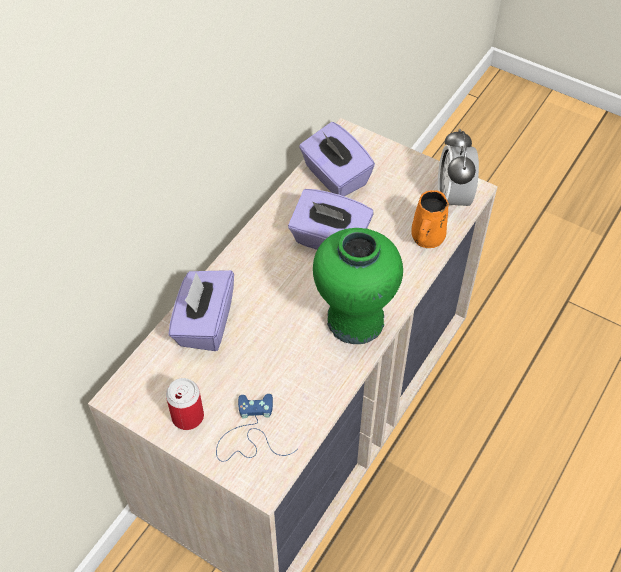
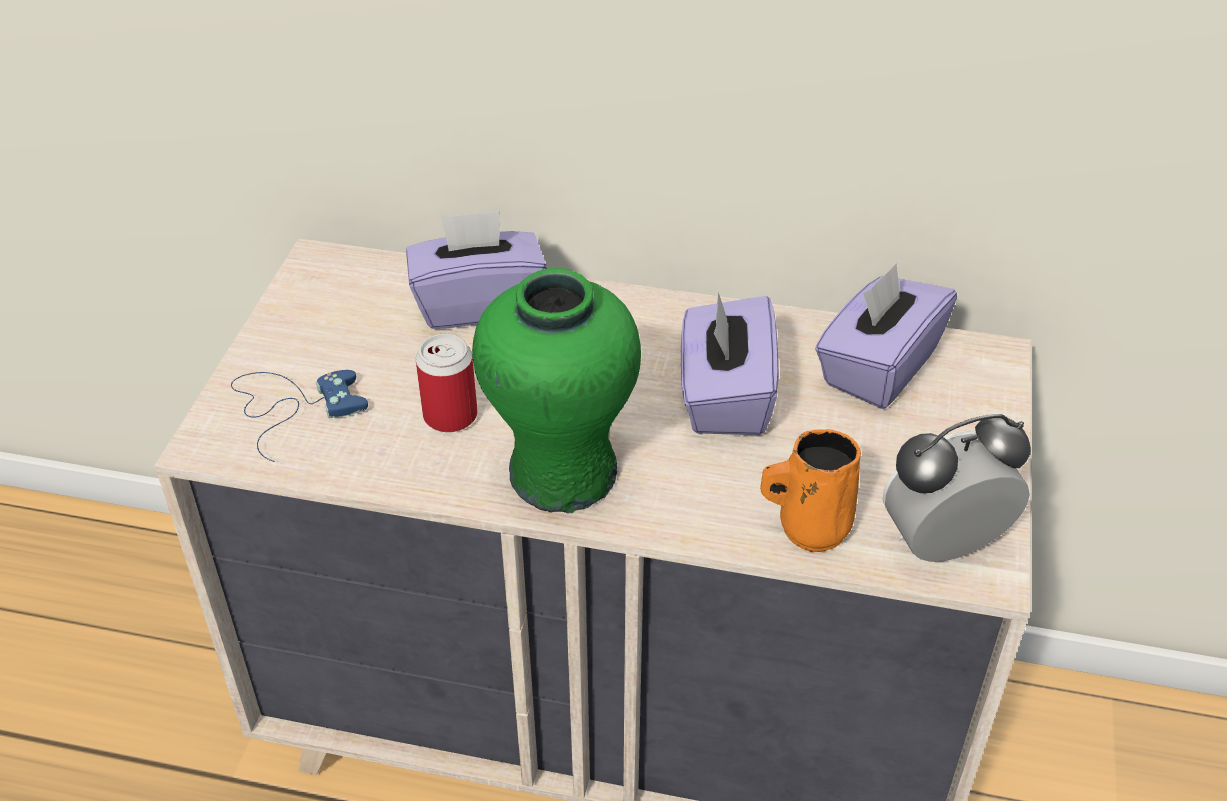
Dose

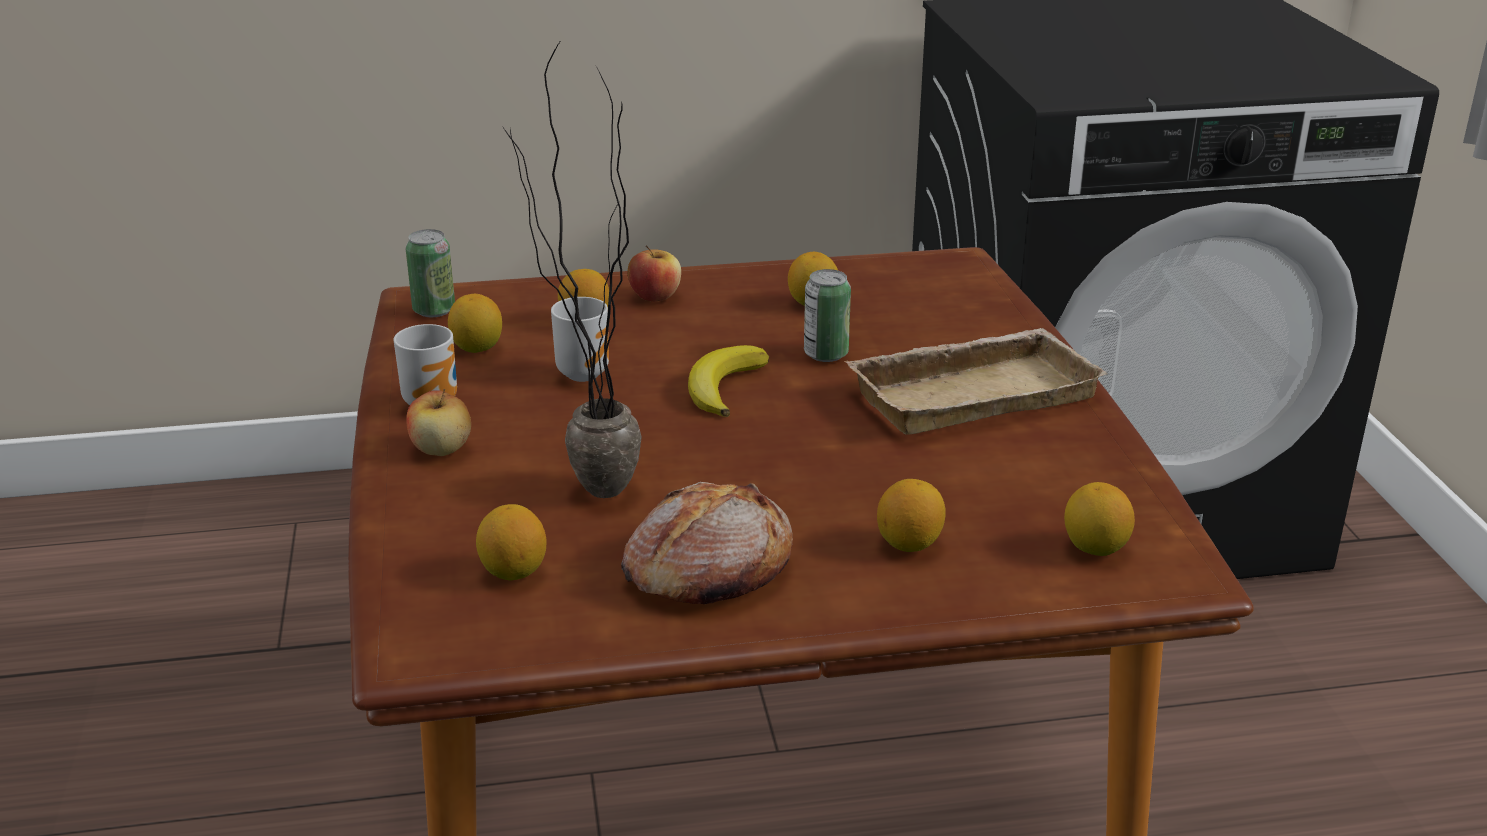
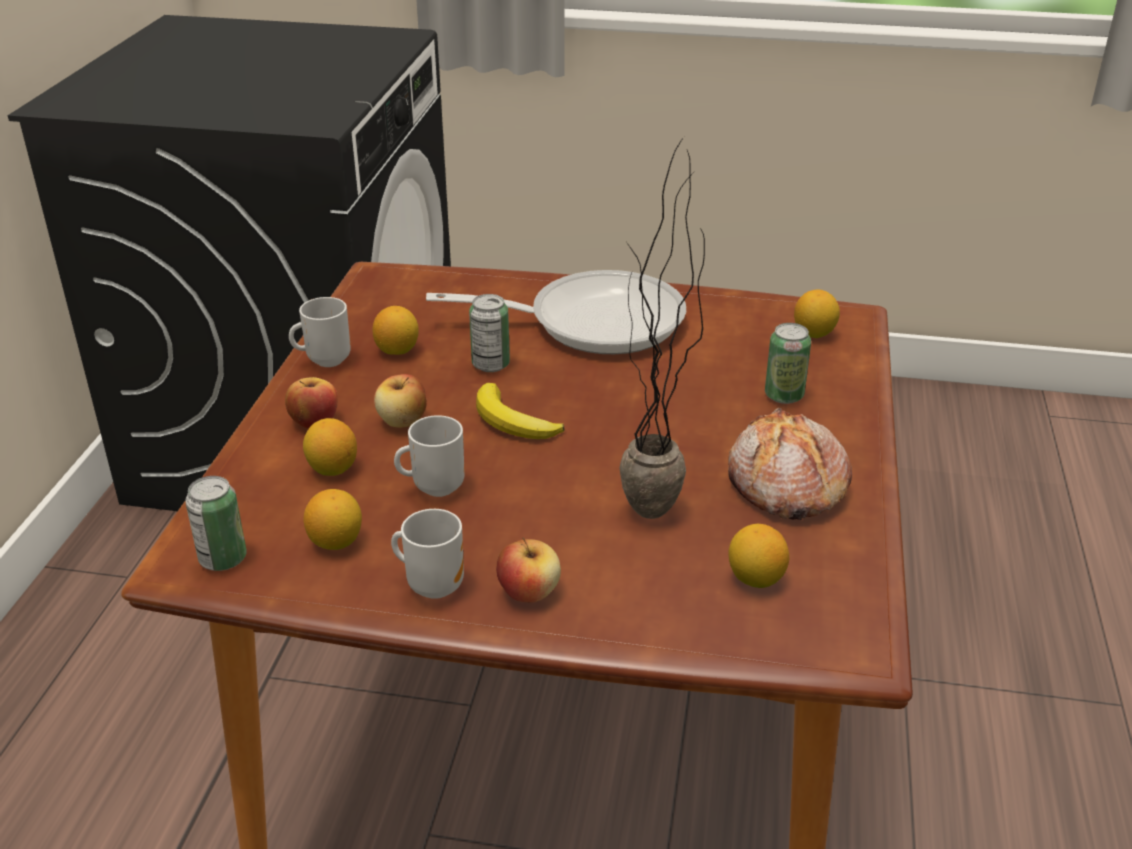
Pfanne
Dose (3rd from left)
Henkelbecher (1st from left)
Apfel (2nd from left)

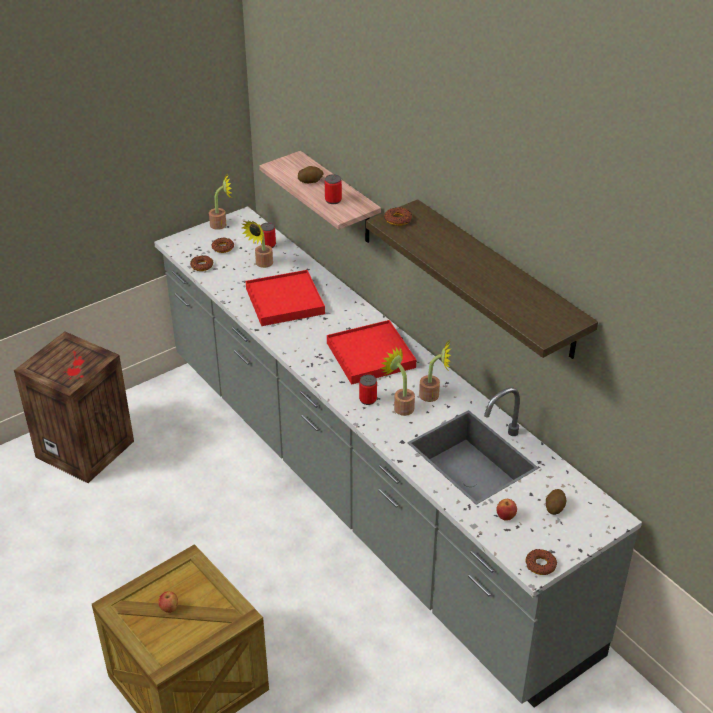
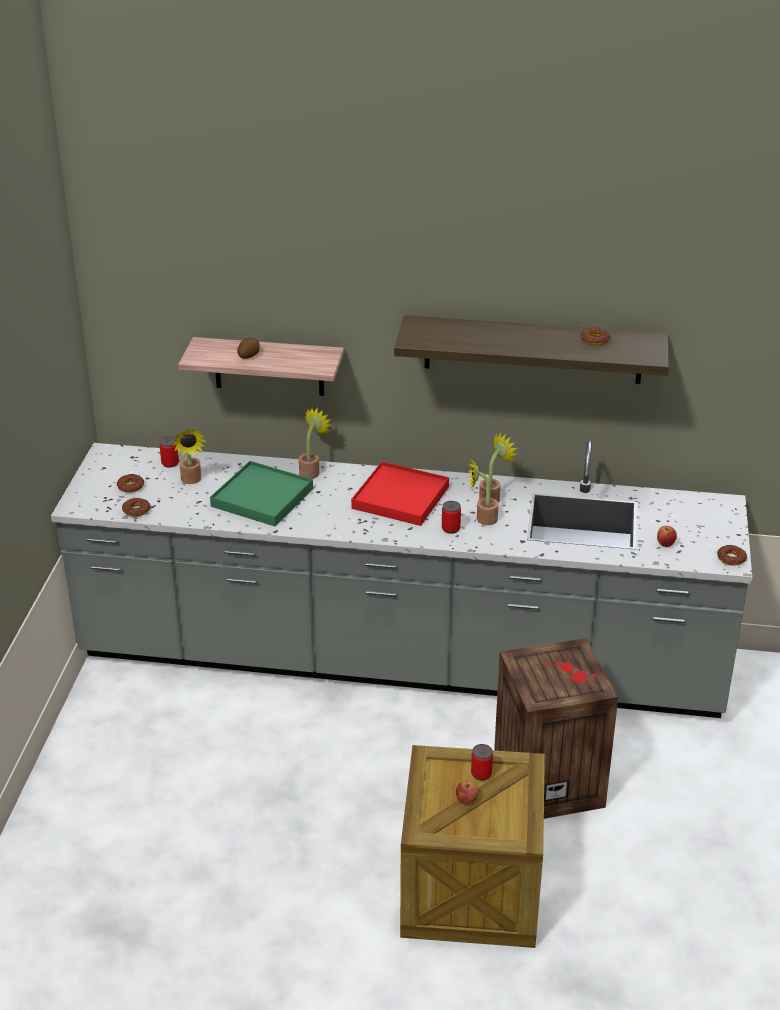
Kiste (2nd from left)
Topfpflanze (2nd from left)
Tablett [grün]
Dose (3rd from left)
Donut (3rd from left)
Kartoffel (2nd from left in the first image)

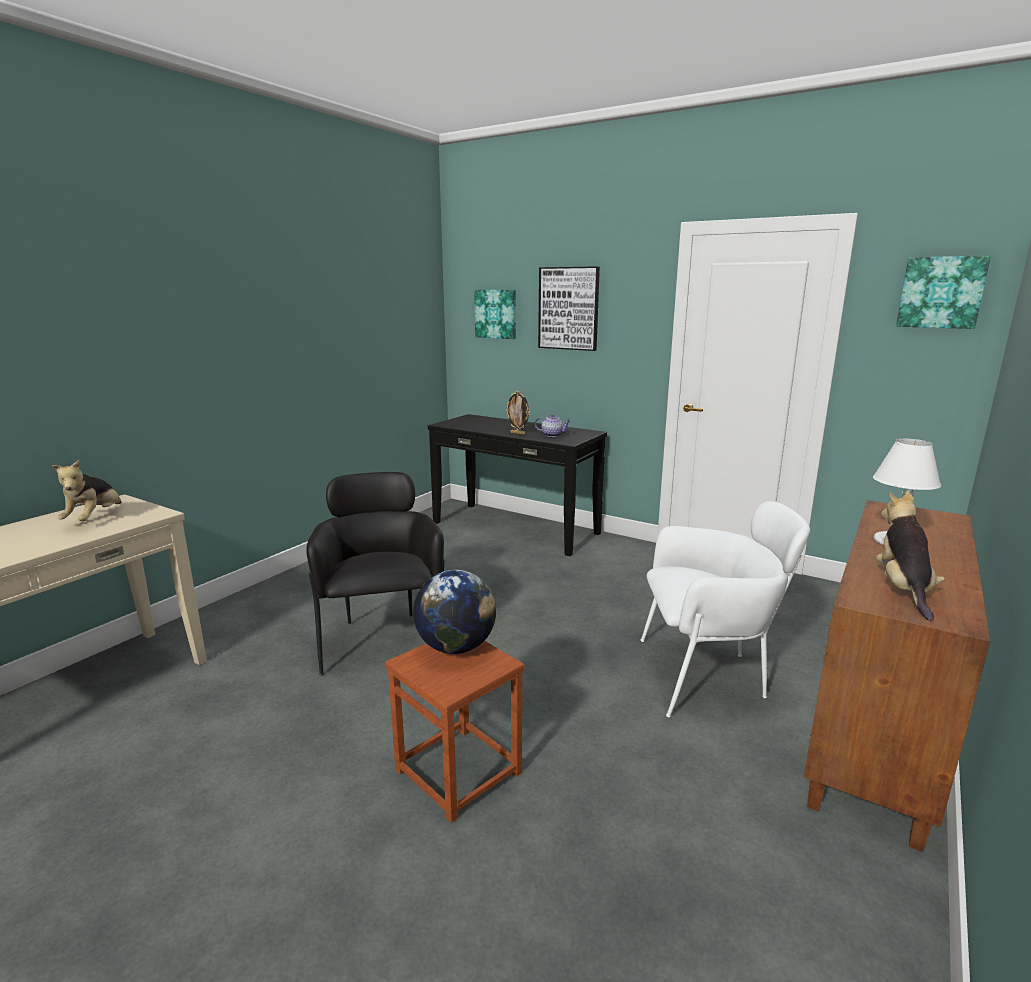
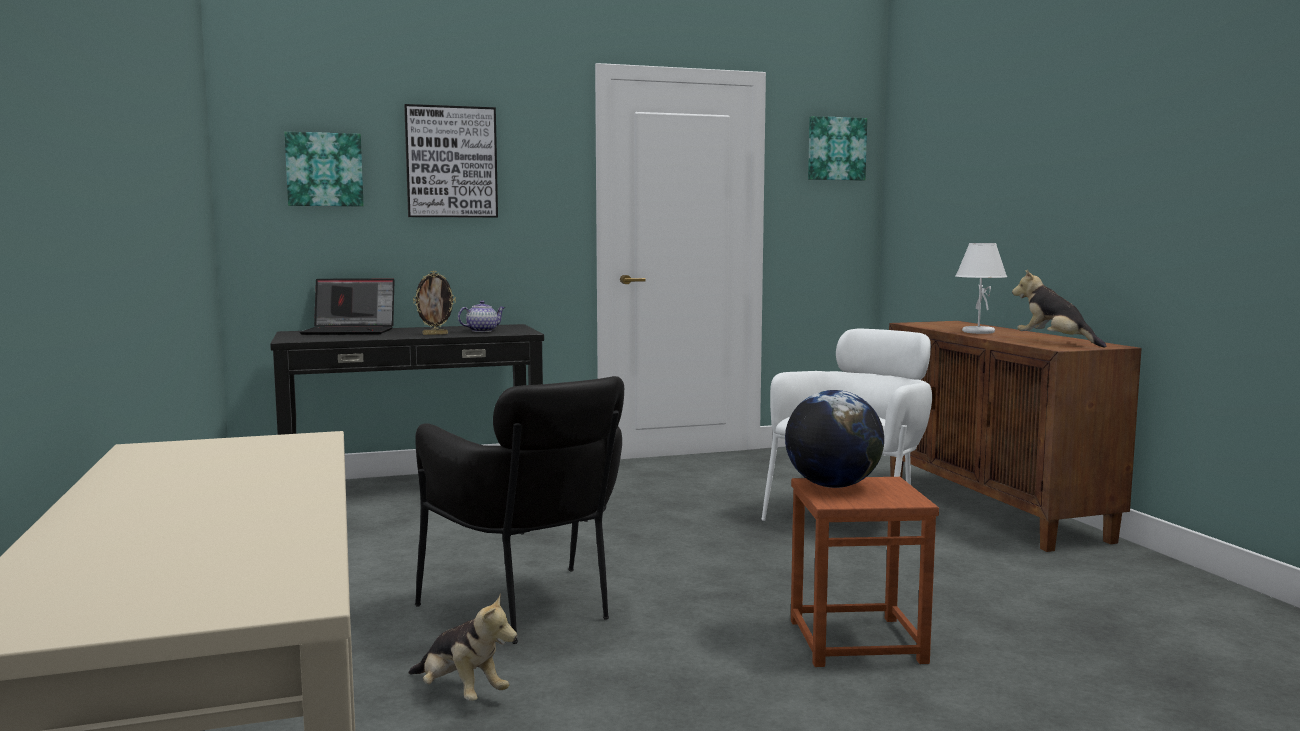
Plüschtier (1st from left)
Sessel [schwarz]
Laptop

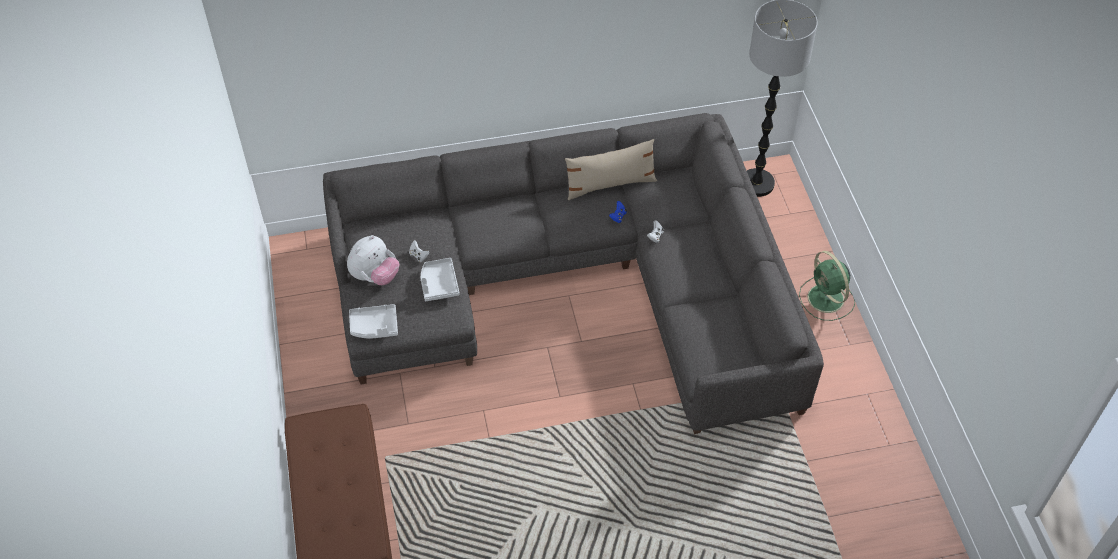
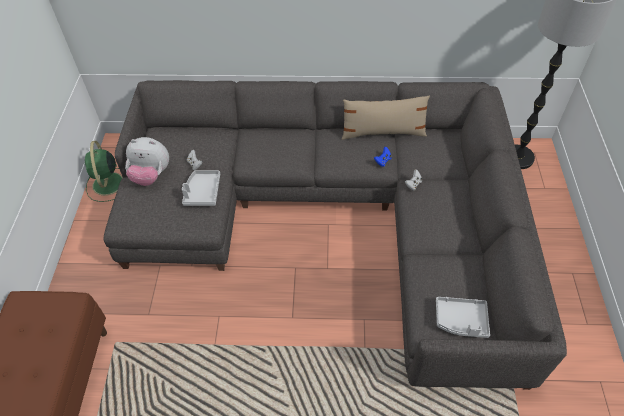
Plüschtier
Tablett [grau] (2nd from left)
Ventilator [grün]

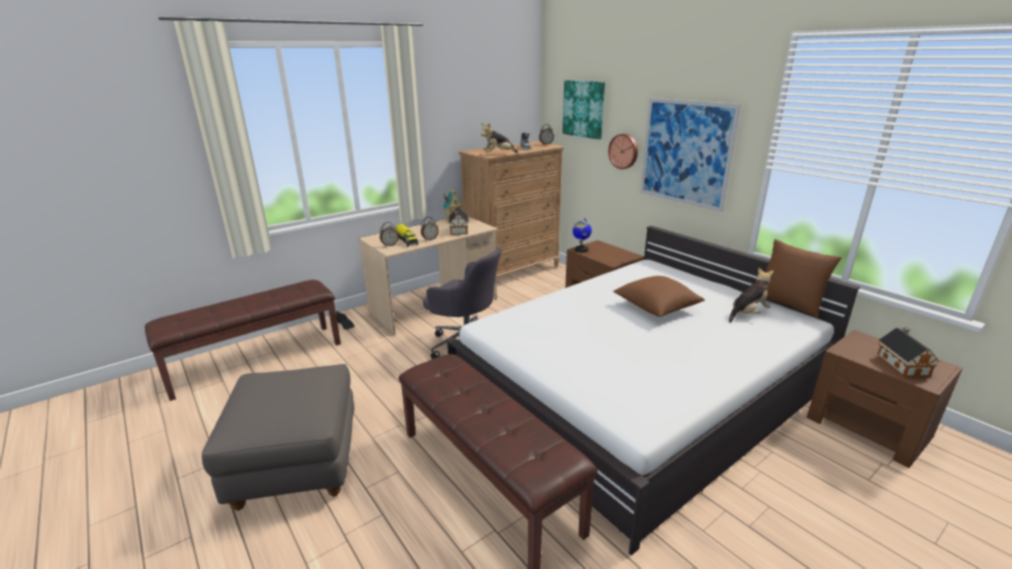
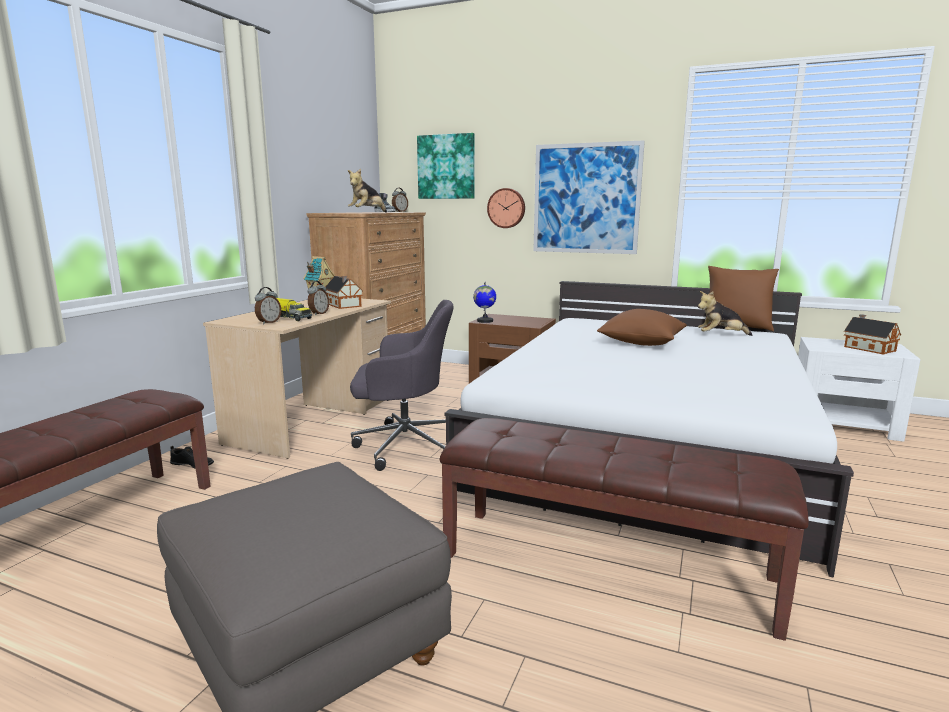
Plüschtier (2nd from left)
Nachttisch [weiß]

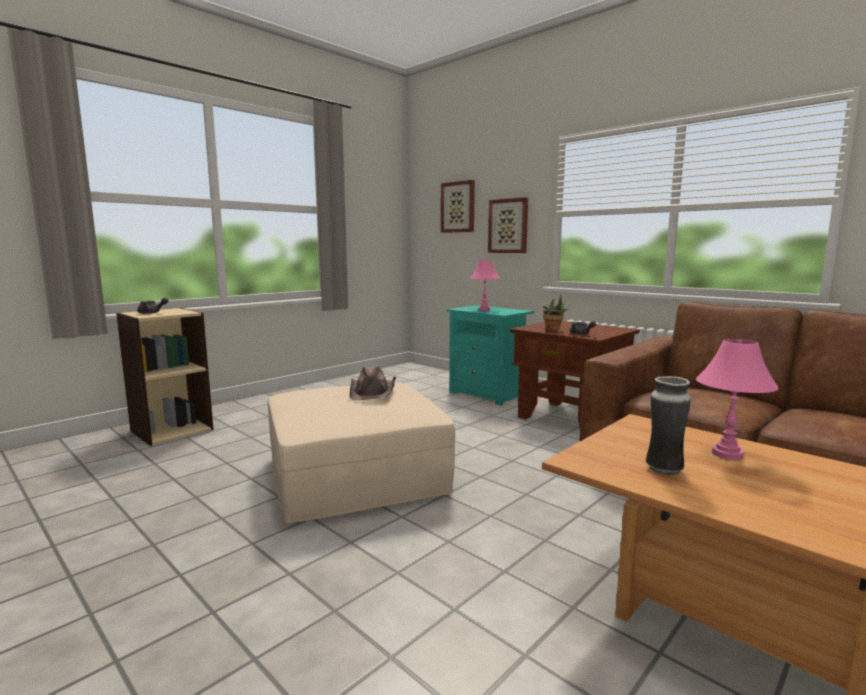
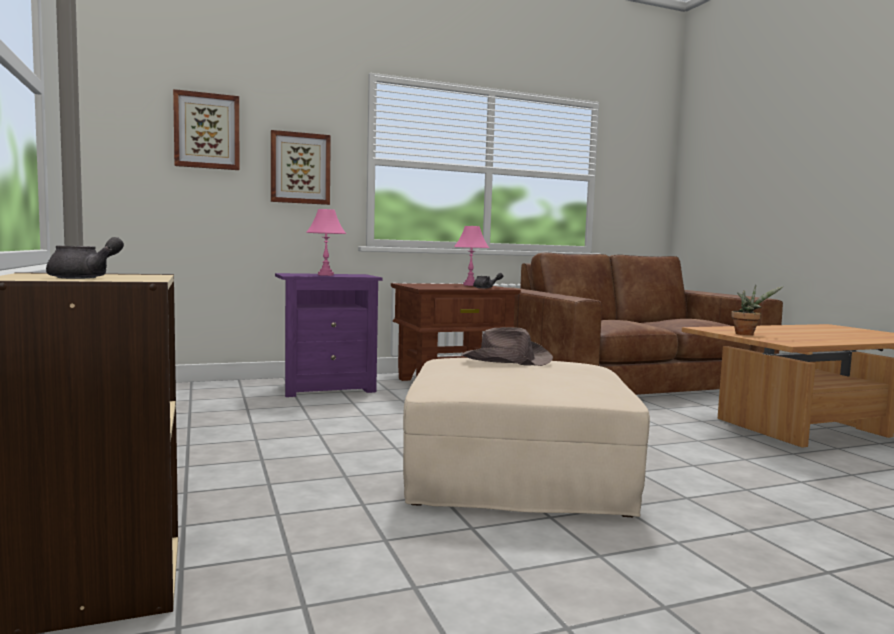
Nachttisch [lila]
Topfpflanze
Vase
Tischlampe [rosa] (2nd from left)

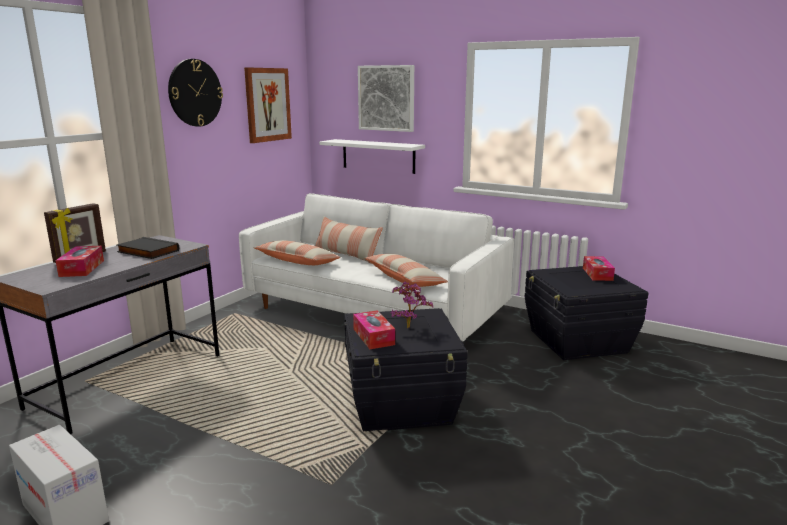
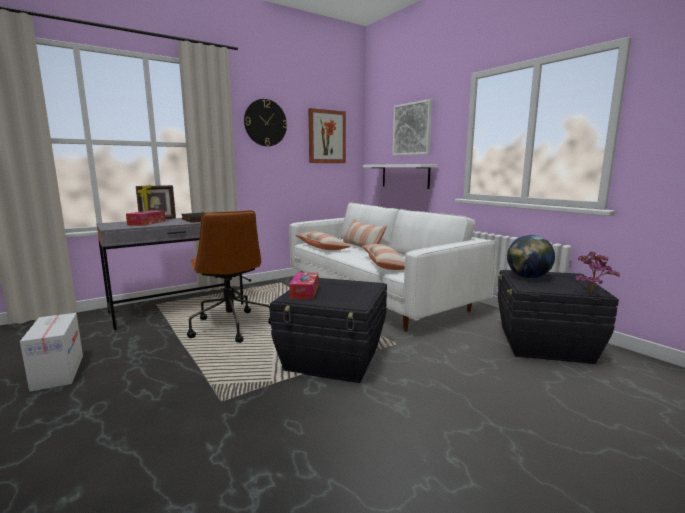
Topfpflanze
Taschentuchbox (3rd from left in the first image)
Bürostuhl [braun]
Globus

